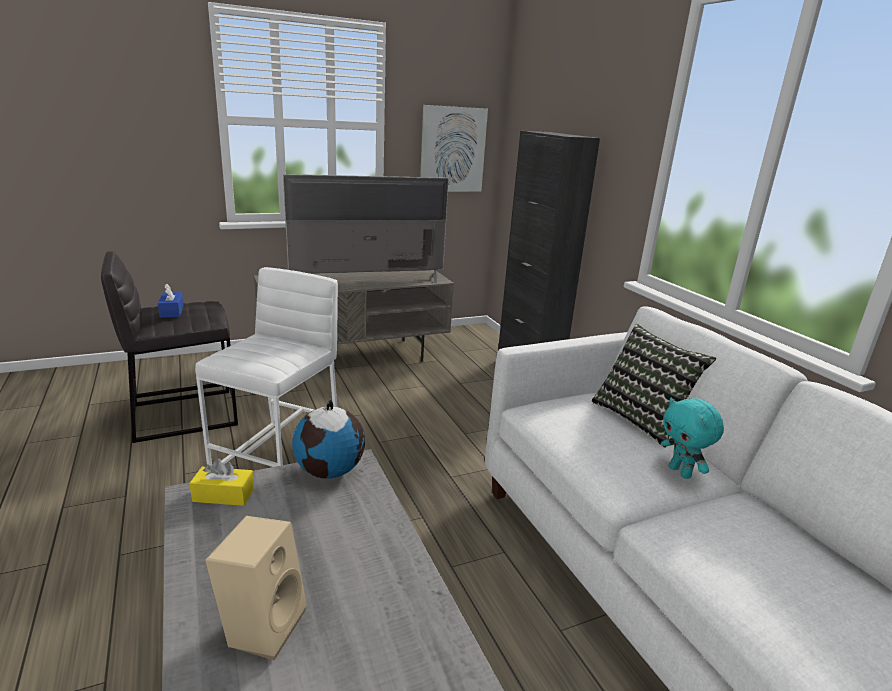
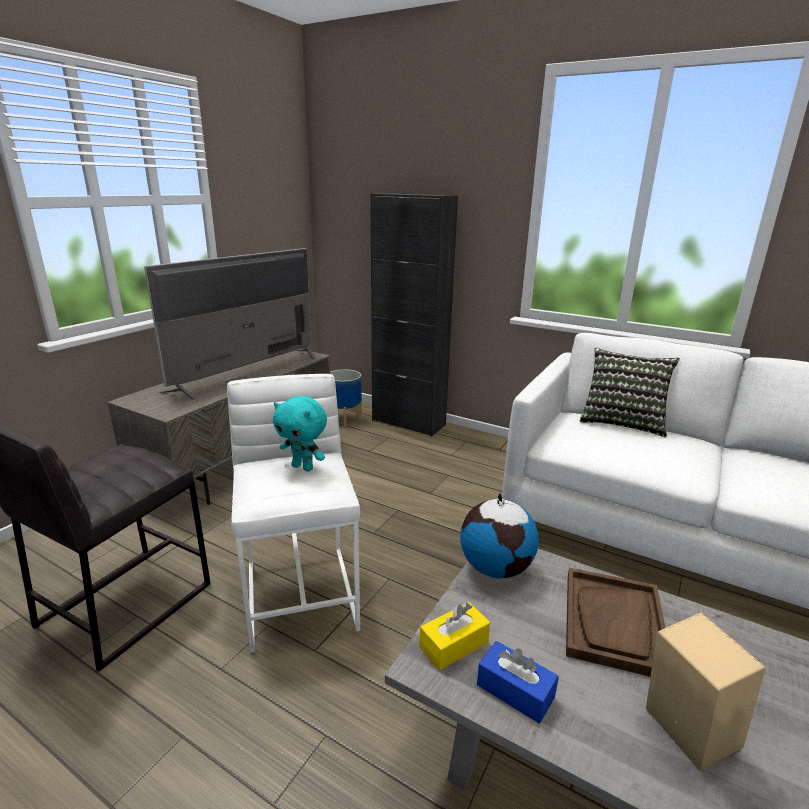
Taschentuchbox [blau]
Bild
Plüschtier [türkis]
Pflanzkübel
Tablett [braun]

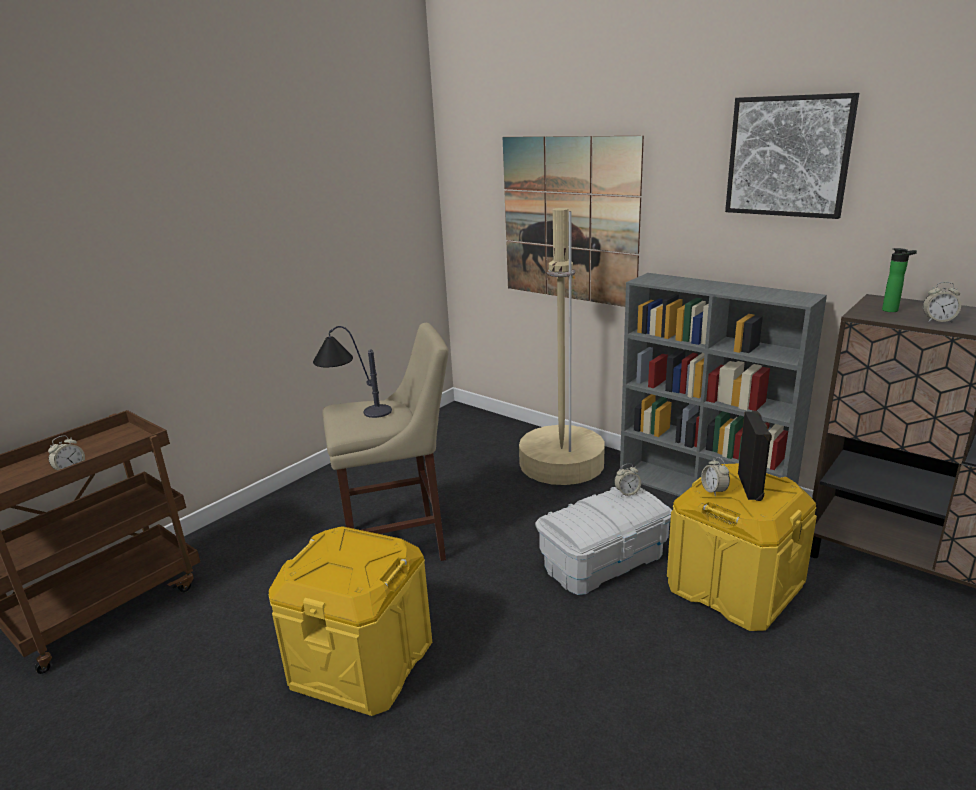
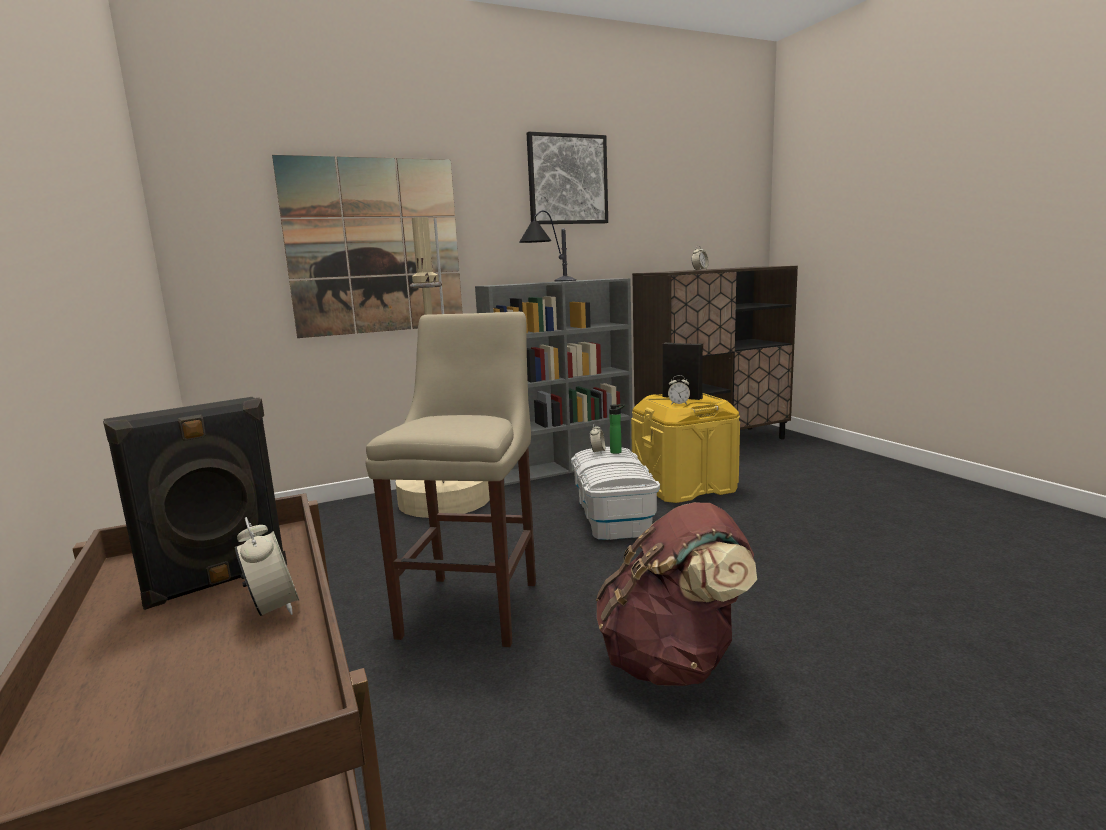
Rucksack [braun]
Tischlampe
Flasche
Lautsprecher [schwarz] (1st from left)

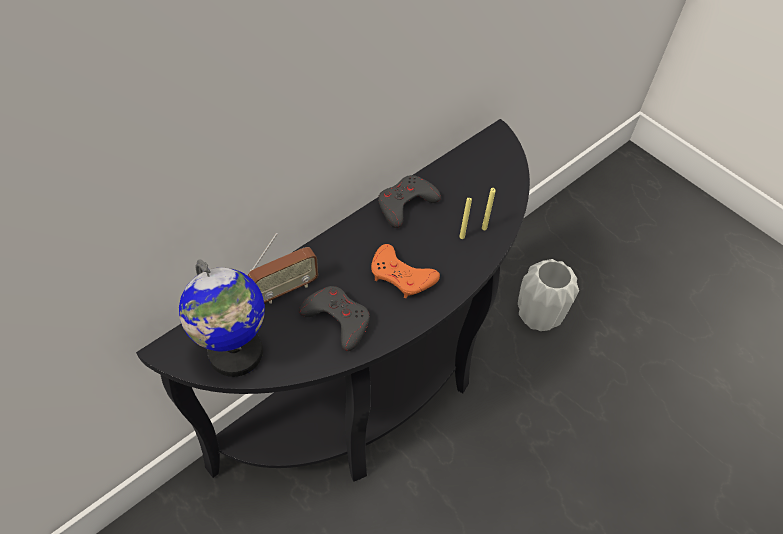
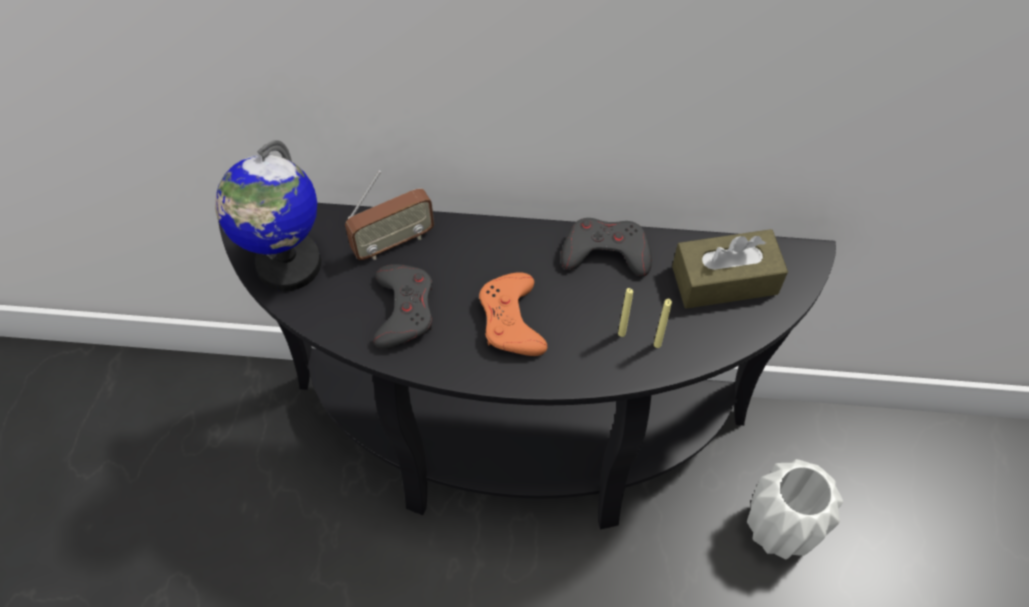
Radio
Taschentuchbox [braun]

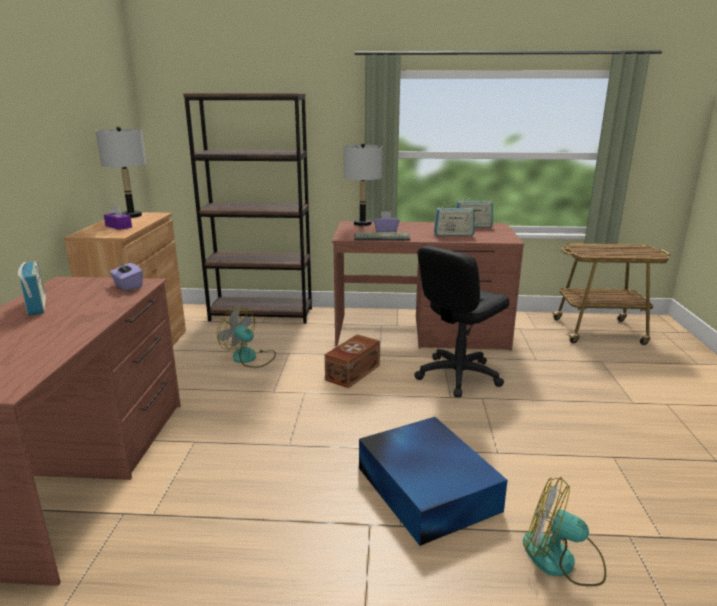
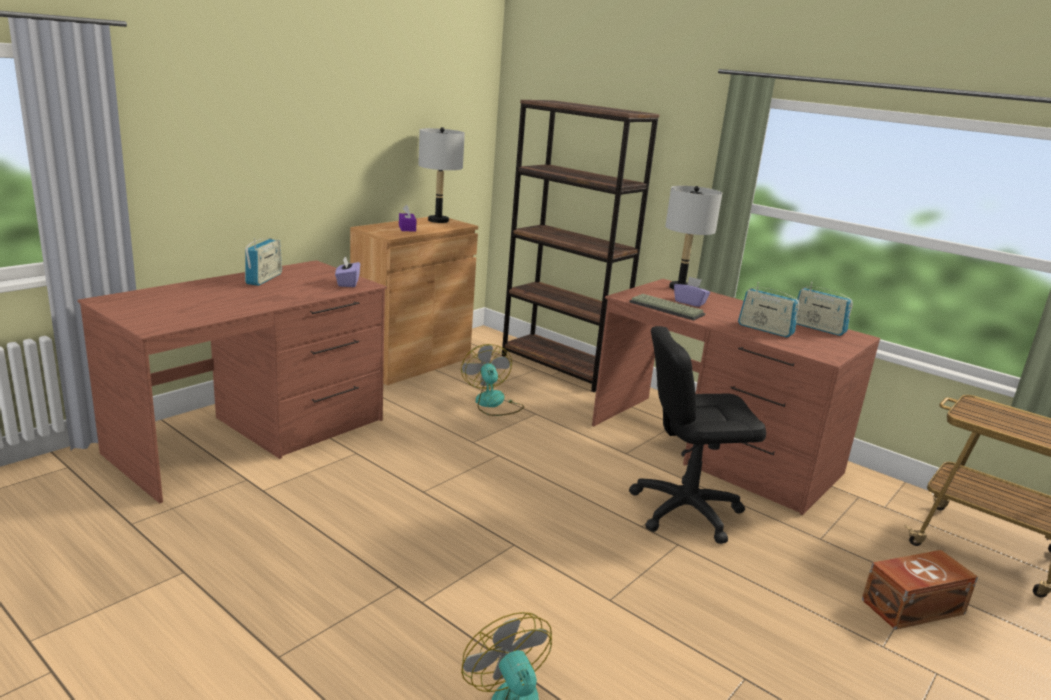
Aufbewahrungsbox [braun]
Aufbewahrungsbox [blau]

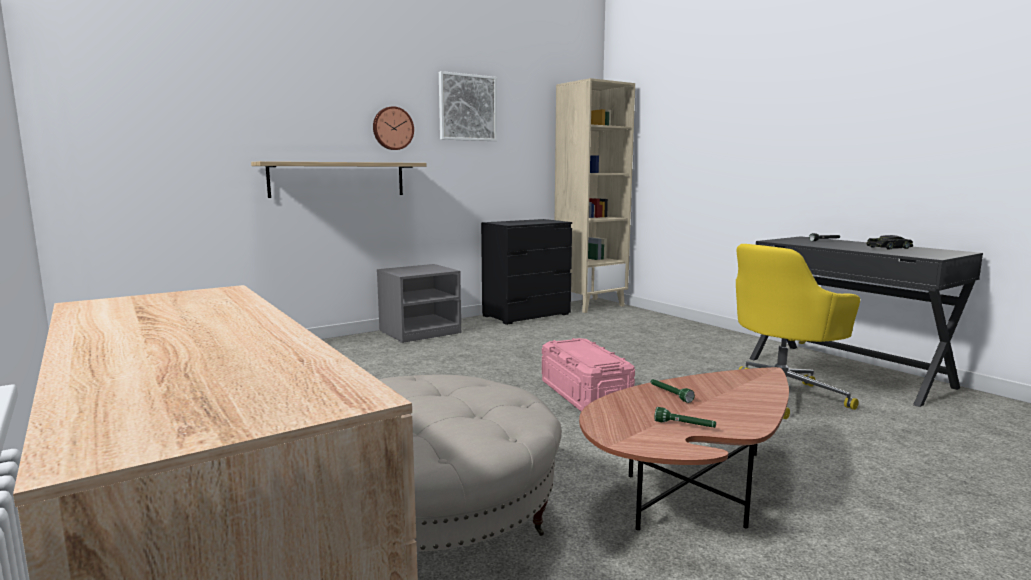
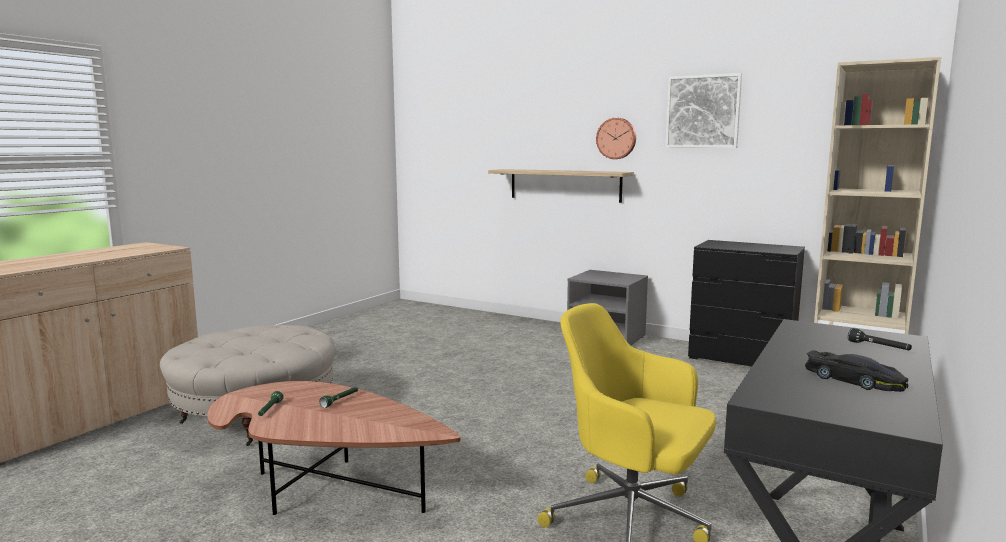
Aufbewahrungsbox [rosa]

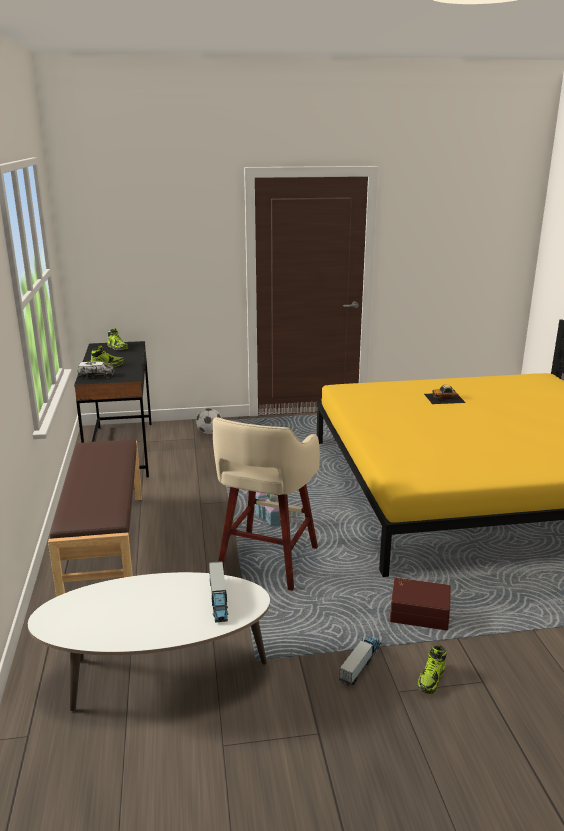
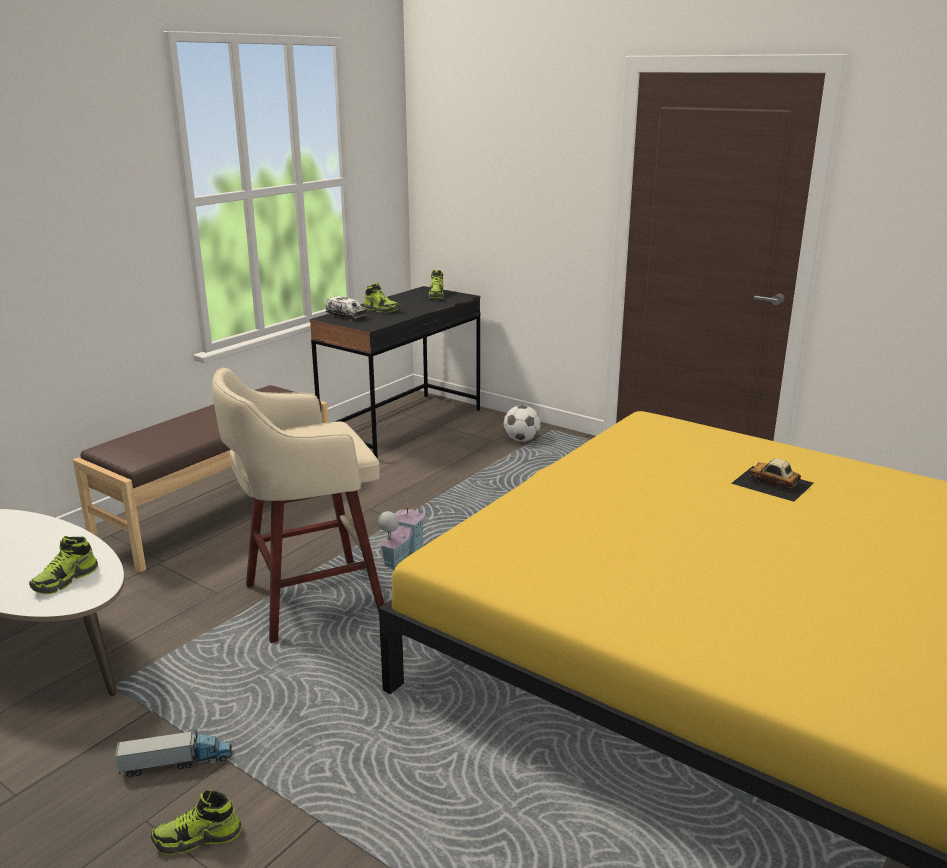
Schuh (1st from left)
Aufbewahrungsbox [braun]

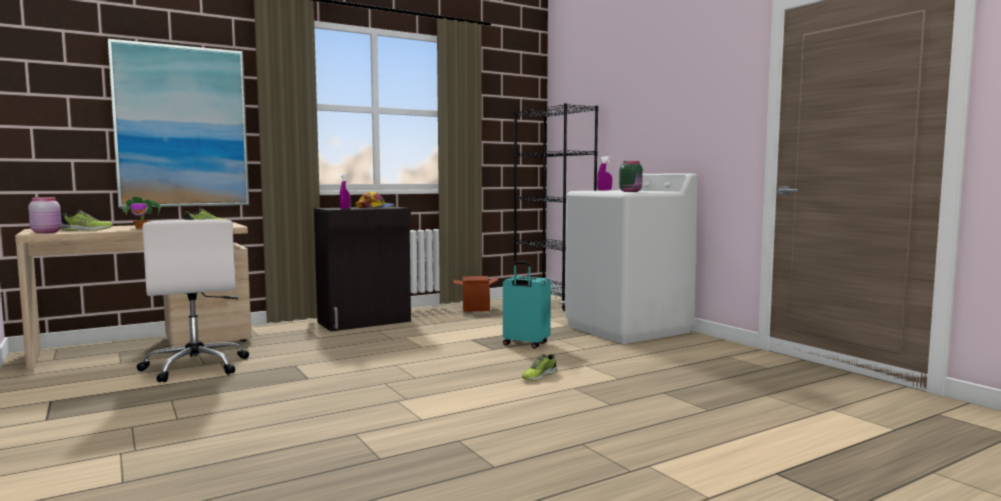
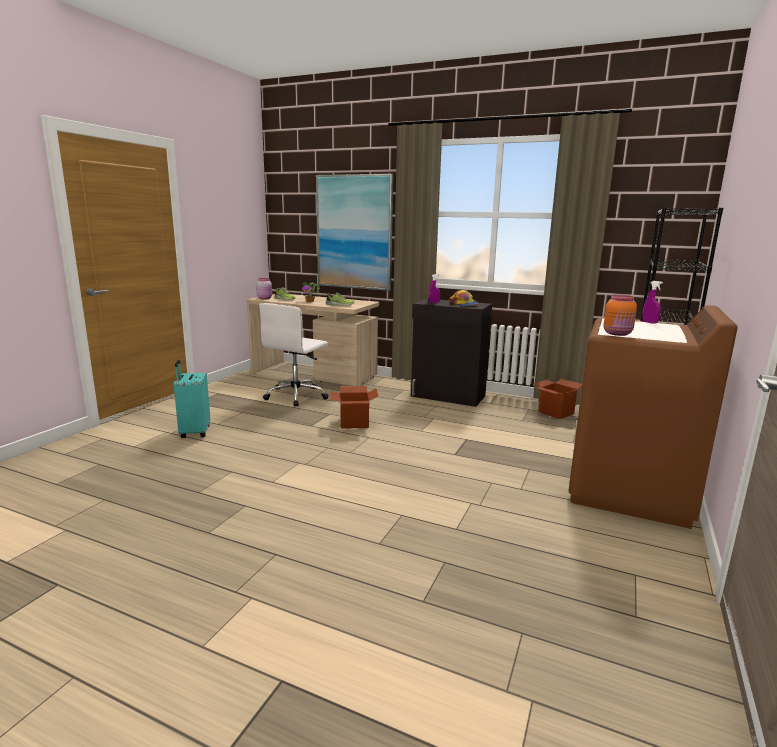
Koffer [türkis]
Schuh (3rd from left in the first image)
Waschmaschine [braun]
Vorratsglas [orange]
Karton (1st from left)

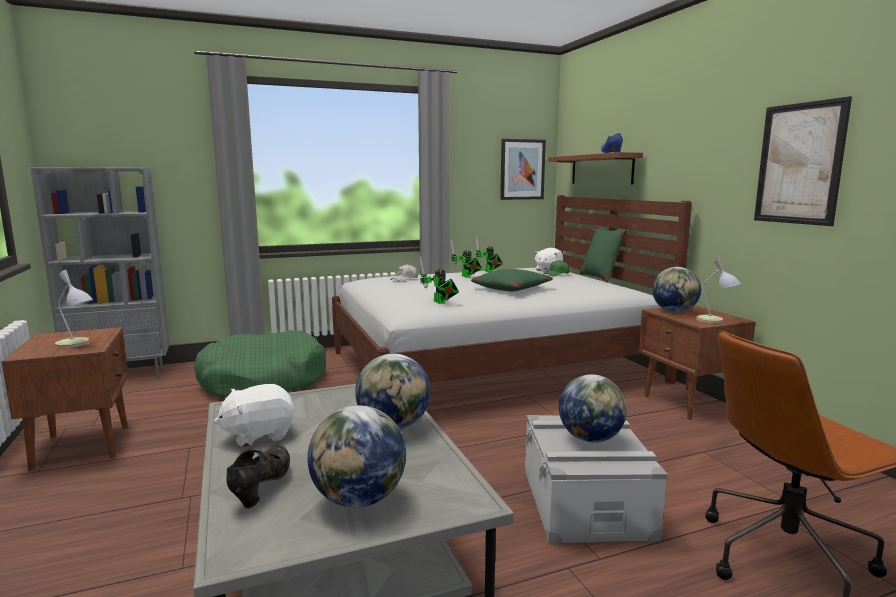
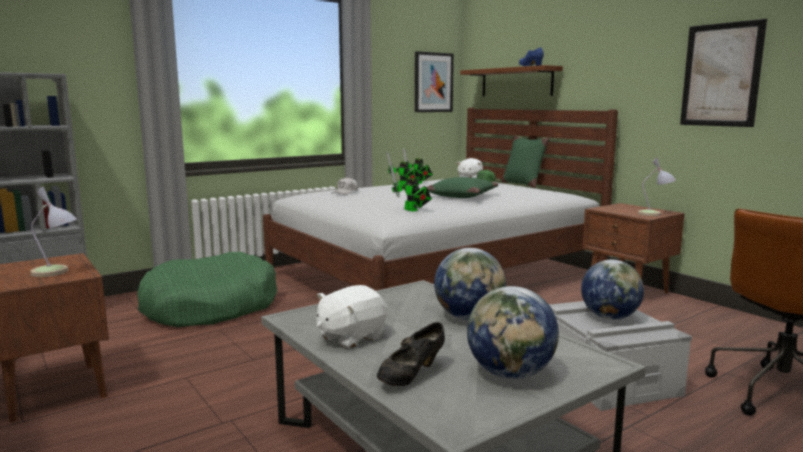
Schuh [schwarz]
Globus (4th from left in the first image)

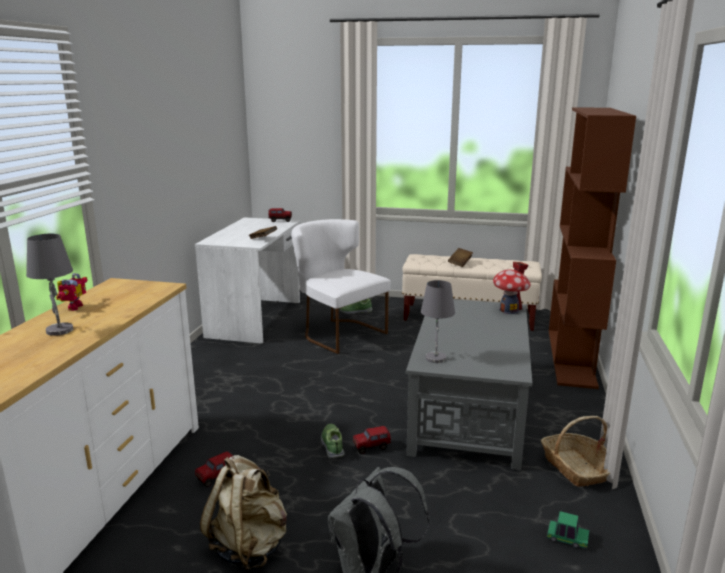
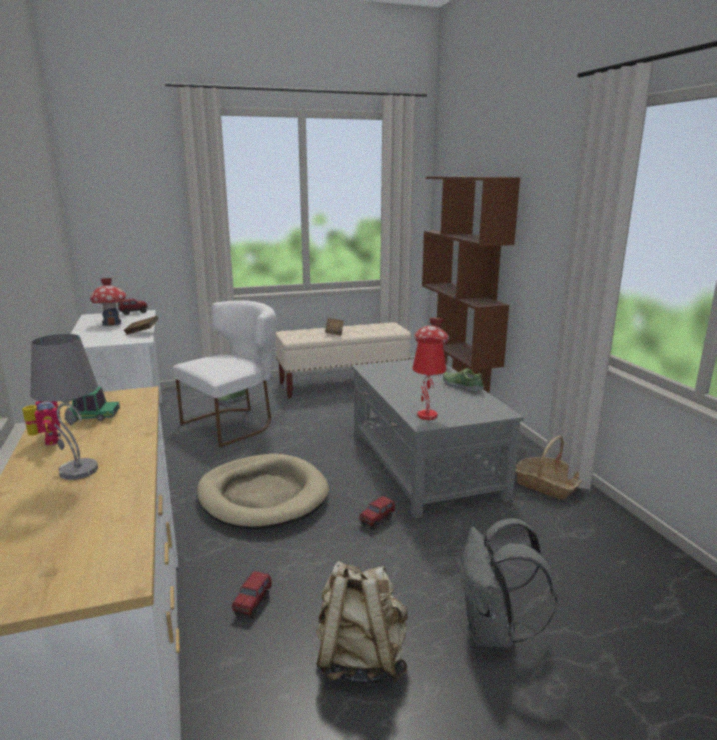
Stuhl [weiß]
Schuh (2nd from left)
Tischlampe [rot]
Spielzeugauto
Spielzeughaus (1st from left)
Hundebett [beige]

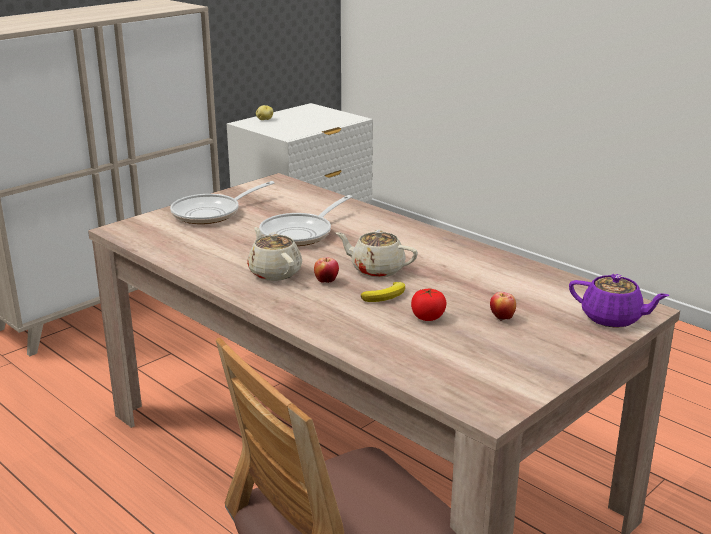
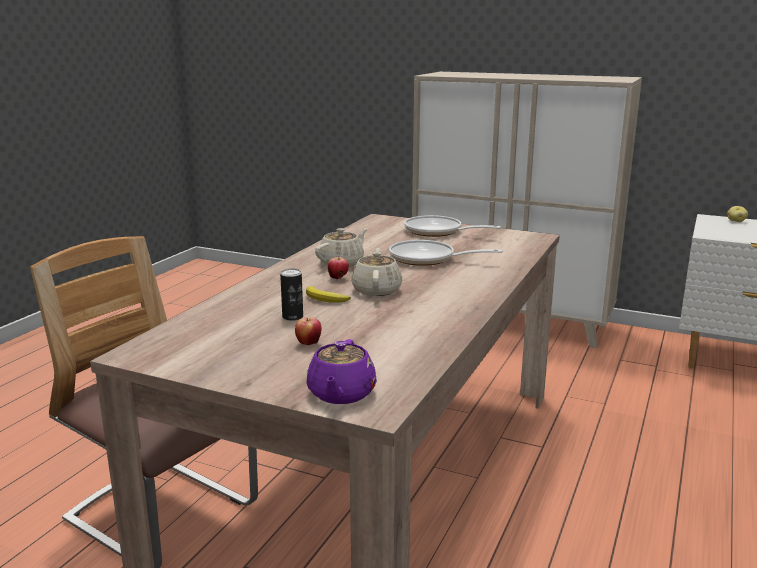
Dose

